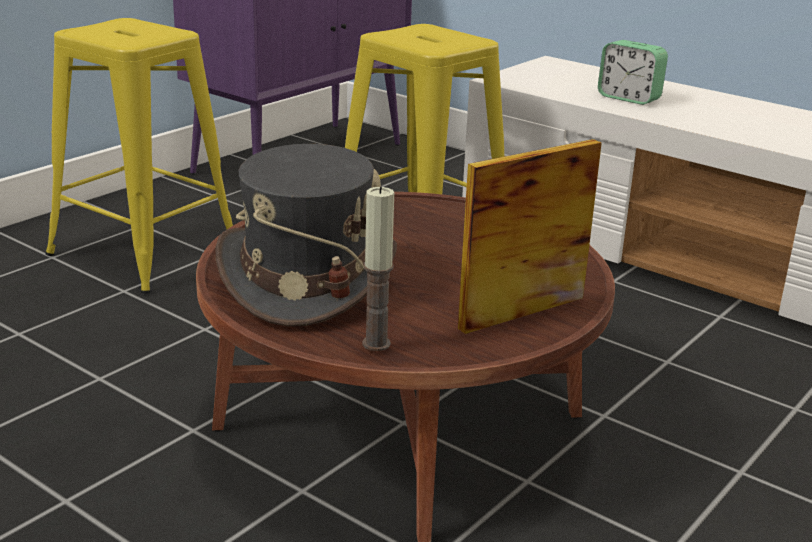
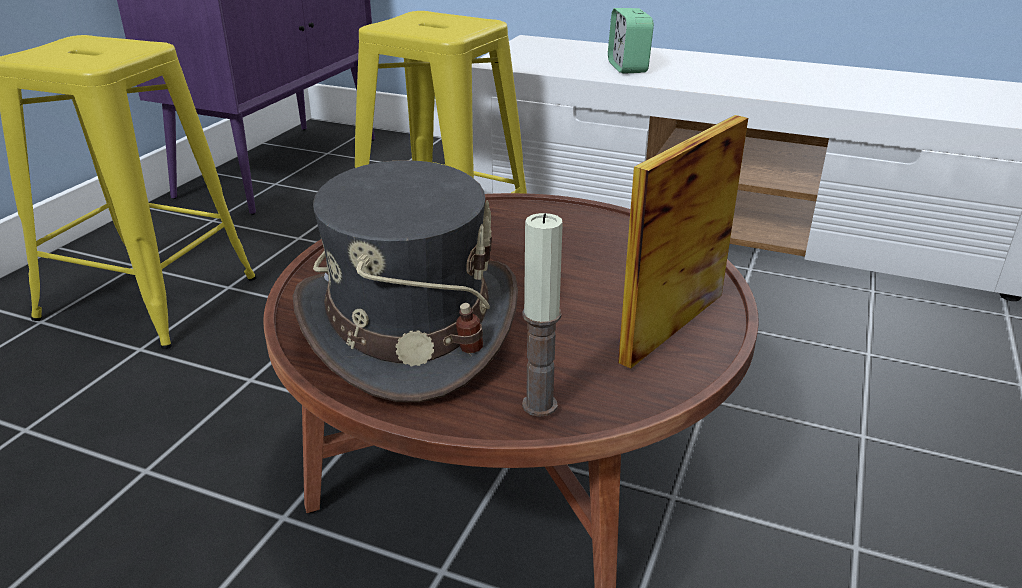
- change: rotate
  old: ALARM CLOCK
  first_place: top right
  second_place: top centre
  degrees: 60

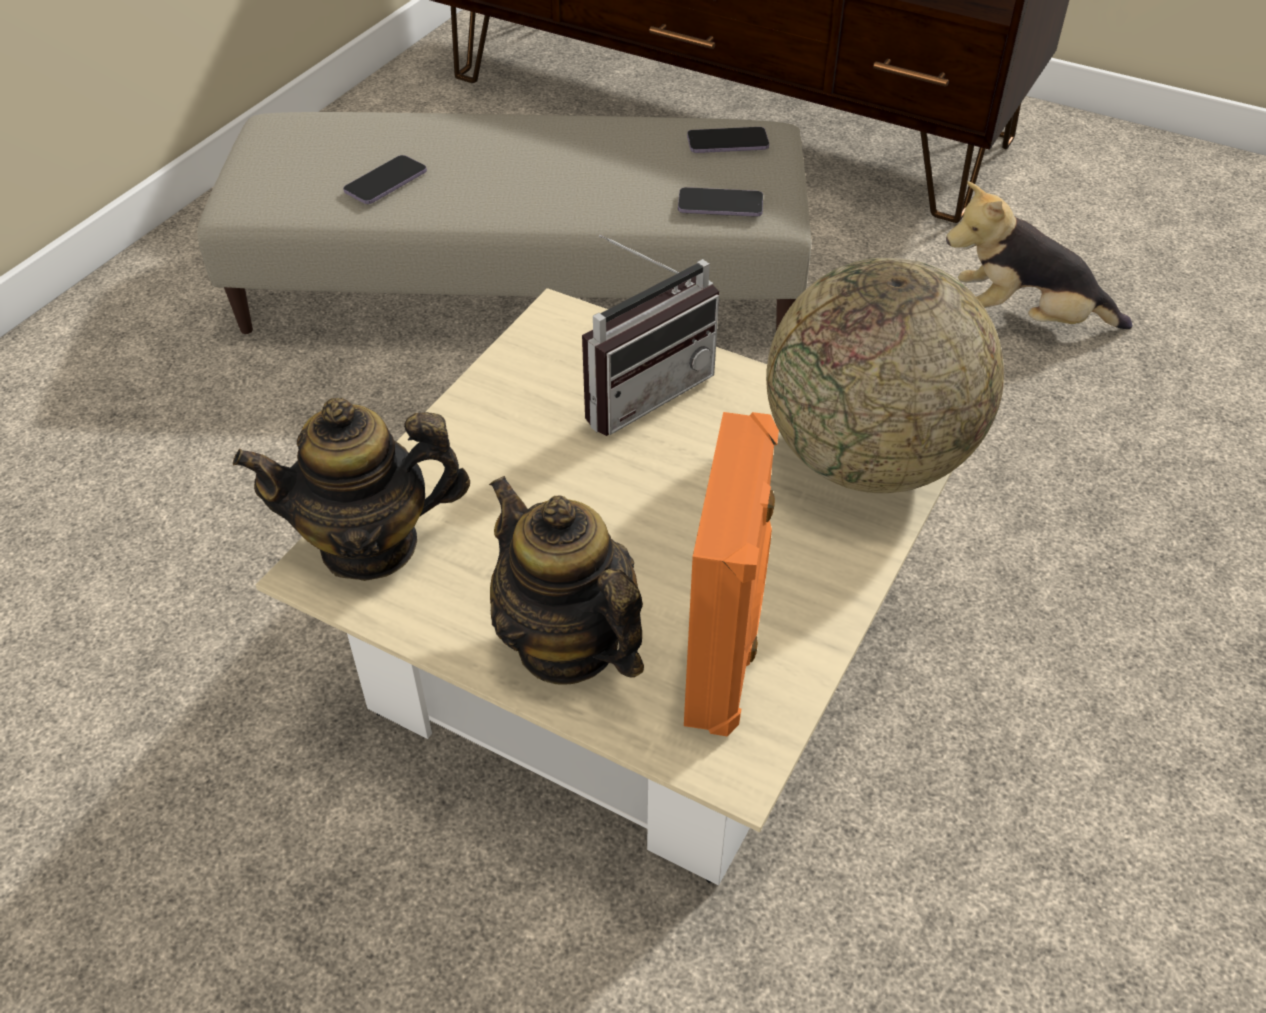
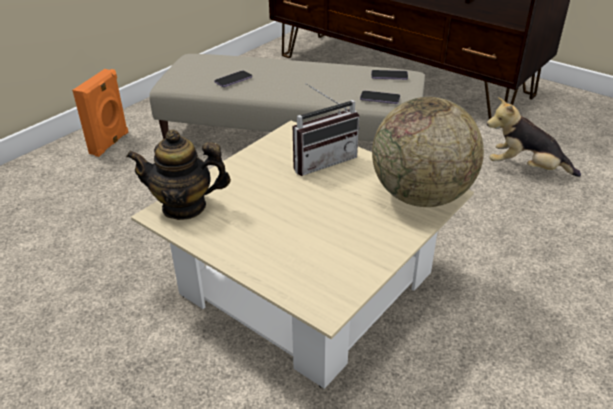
- change: move
  old: ORANGE SPEAKER
  first_place: centre
  second_place: top left
- change: delete
  old: TEAPOT (2nd from left)
  first_place: centre

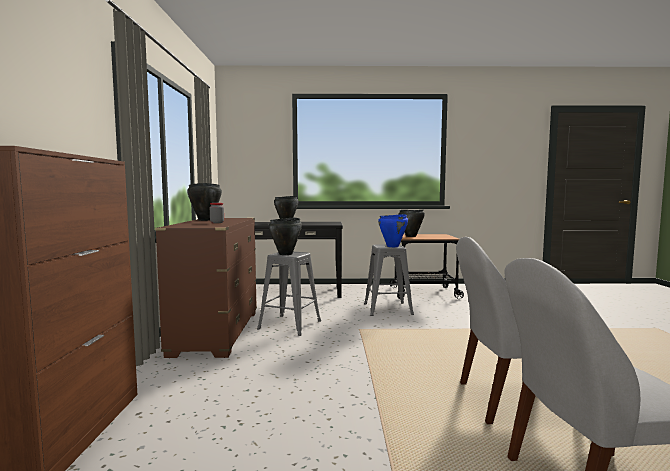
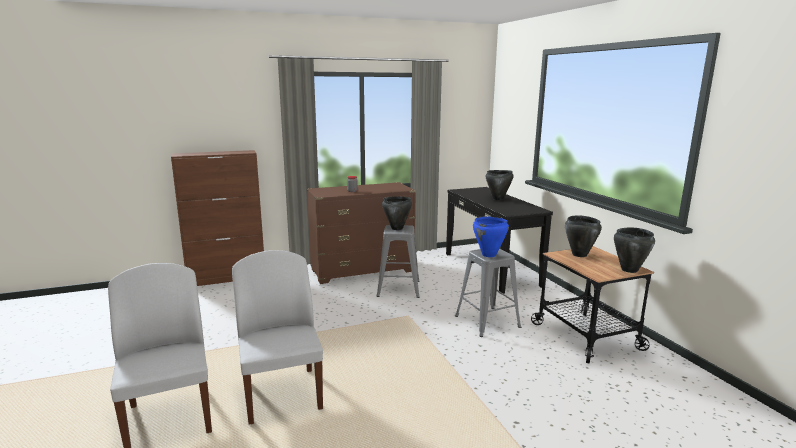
- change: move
  old: BLACK COOKING POT (1st from left in the first image)
  new: BLACK COOKING POT (4th from left)
  first_place: middle left
  second_place: middle right

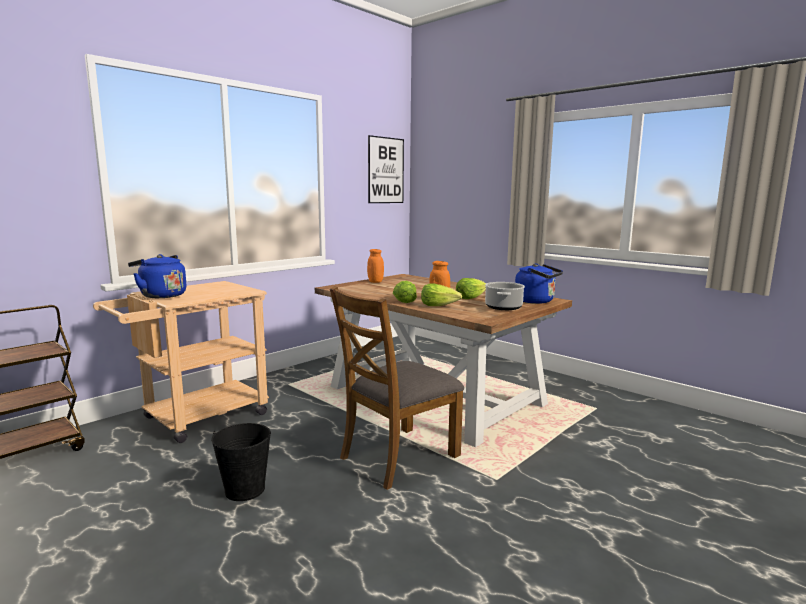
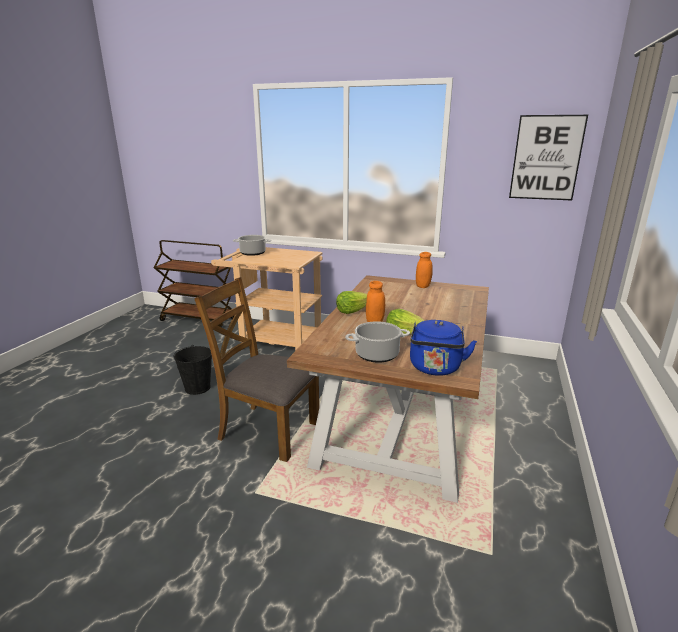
- change: replace
  old: BLUE KETTLE (1st from left)
  new: COOKING POT (1st from left)
  first_place: middle left
  second_place: centre
- change: delete
  old: LETTUCE (2nd from left)
  first_place: centre

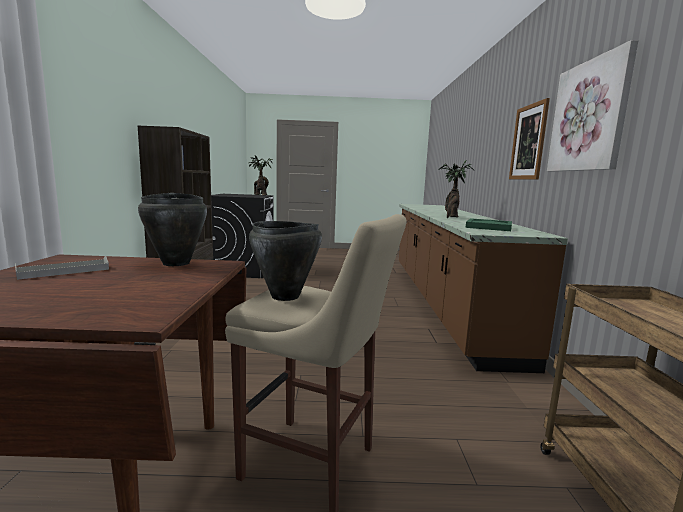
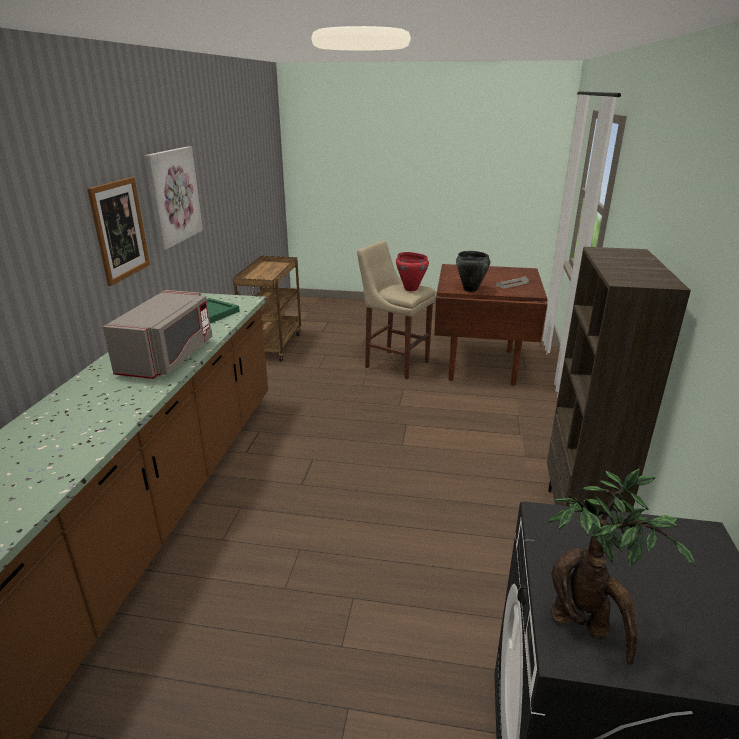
- change: replace
  old: POTTED PLANT (2nd from left)
  new: GREY MICROWAVE
  first_place: middle right
  second_place: middle left
- change: recolor
  old: BLACK COOKING POT (2nd from left)
  new: RED COOKING POT
  first_place: centre
  second_place: centre

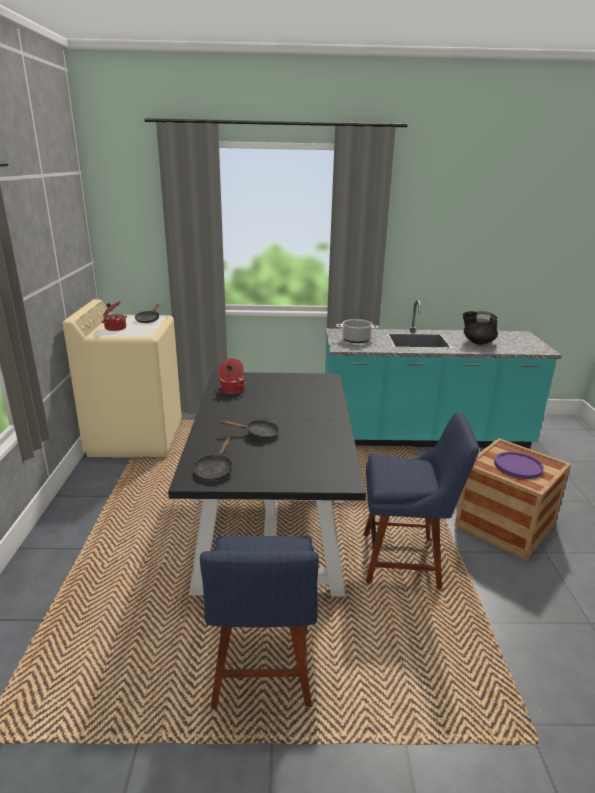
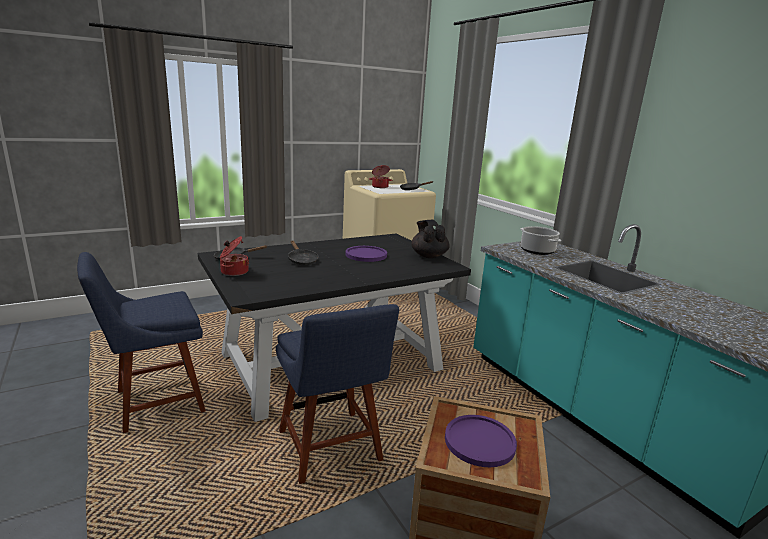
- change: move
  old: BLACK TEAPOT
  first_place: middle right
  second_place: centre
- change: move
  old: COOKING POT (2nd from left in the first image)
  new: COOKING POT (1st from left)
  first_place: centre
  second_place: middle left
- change: insert
  new: PURPLE PLATE (1st from left)
  second_place: centre

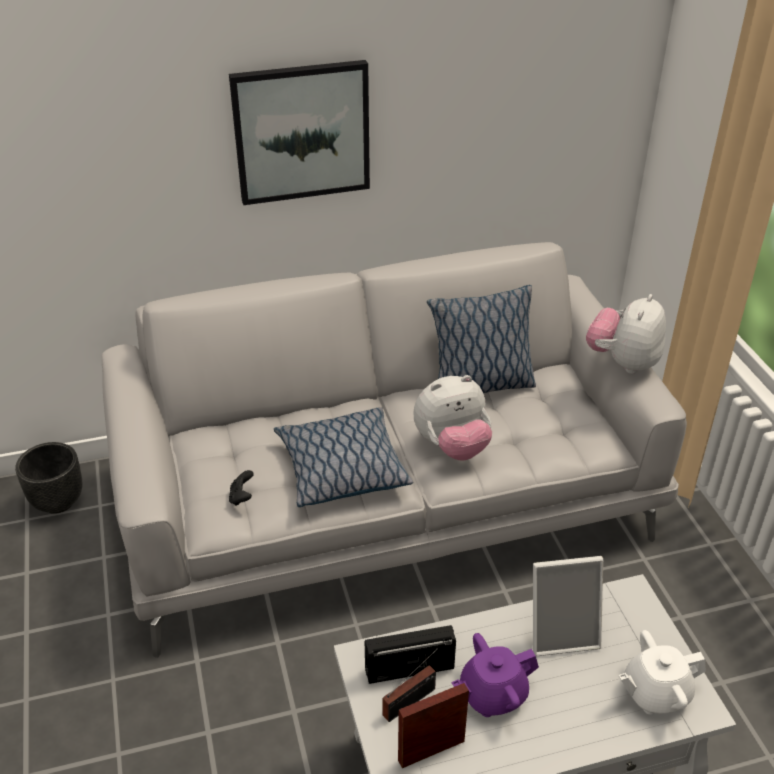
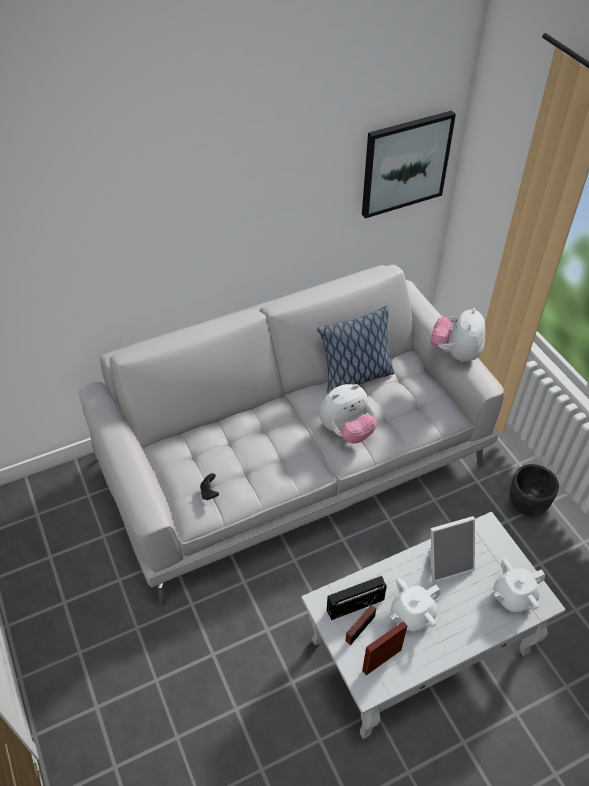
- change: move
  old: PICTURE
  first_place: top centre
  second_place: top right
- change: delete
  old: PILLOW (1st from left)
  first_place: centre
- change: move
  old: BLACK PLANTER
  first_place: middle left
  second_place: middle right
- change: recolor
  old: PURPLE TEAPOT
  new: WHITE TEAPOT (1st from left)
  first_place: bottom centre
  second_place: bottom right

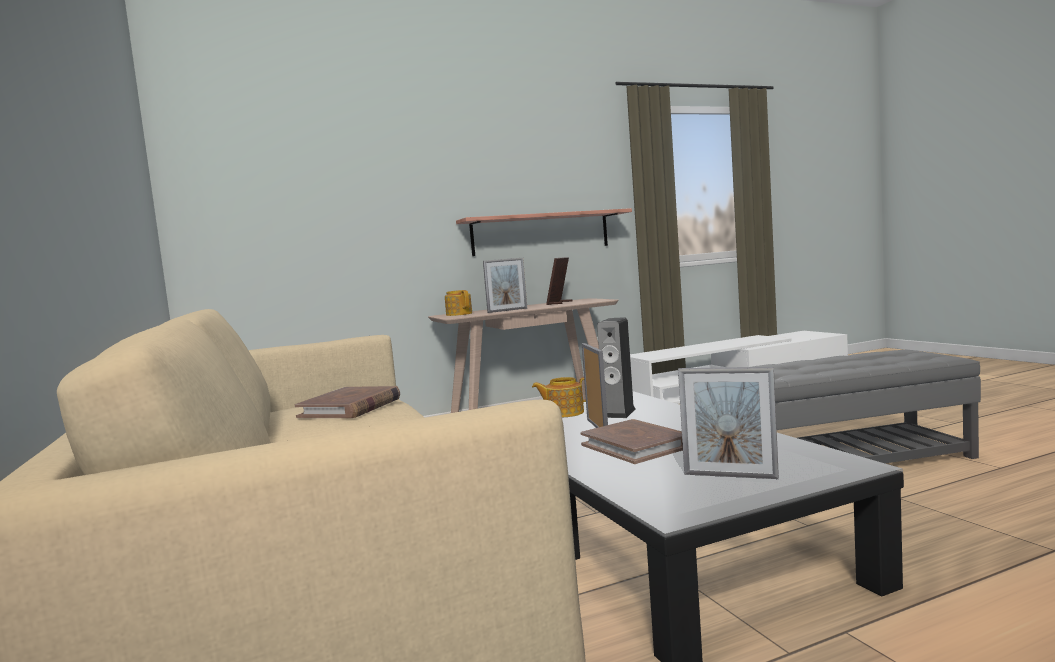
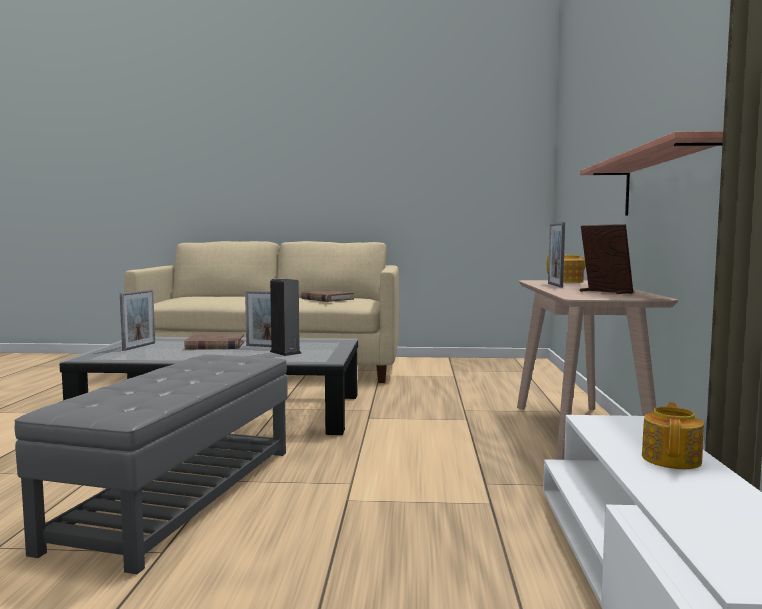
- change: rotate
  old: PICTURE FRAME (4th from left in the first image)
  first_place: middle right
  second_place: middle left
  degrees: 150
- change: move
  old: TEAPOT (2nd from left)
  first_place: centre
  second_place: bottom right

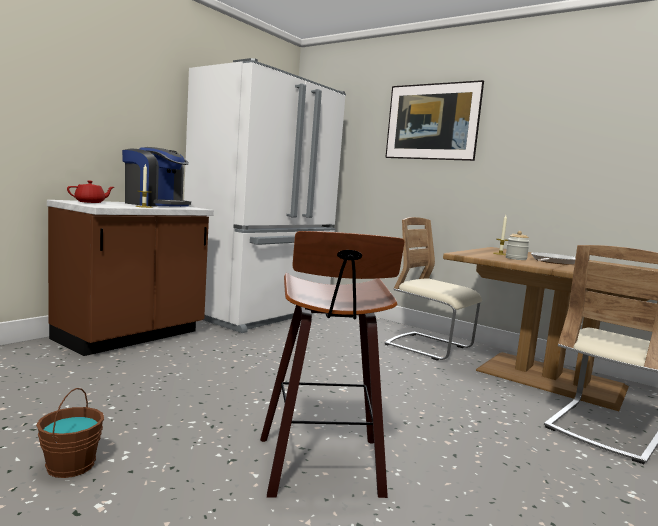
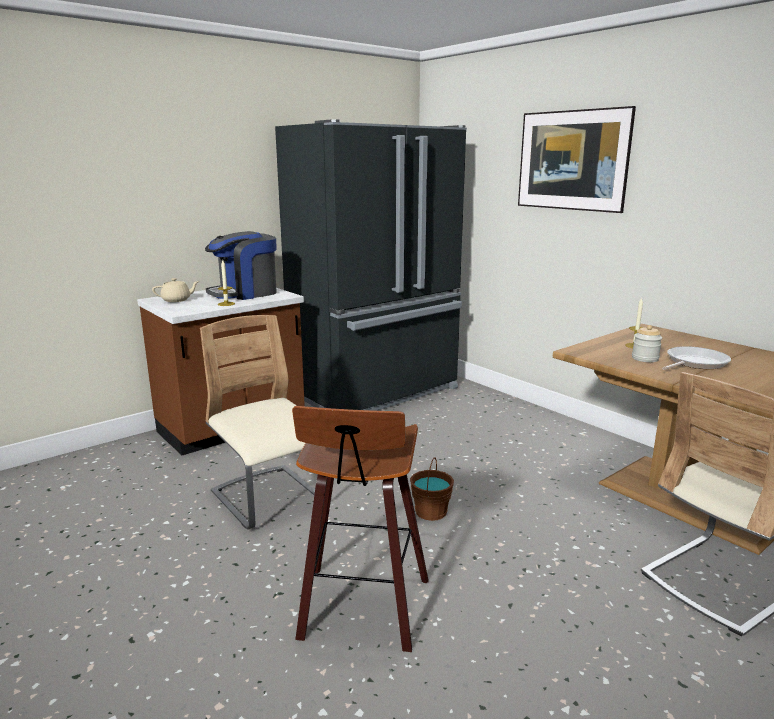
- change: recolor
  old: WHITE FRIDGE
  new: BLACK FRIDGE
  first_place: centre
  second_place: centre
- change: rotate
  old: COFFEE MACHINE
  first_place: middle left
  second_place: middle left
  degrees: 105
- change: recolor
  old: RED TEAPOT
  new: BEIGE TEAPOT
  first_place: middle left
  second_place: middle left
- change: move
  old: BEIGE CHAIR (1st from left)
  first_place: centre
  second_place: middle left
- change: move
  old: BROWN BUCKET
  first_place: bottom left
  second_place: bottom centre

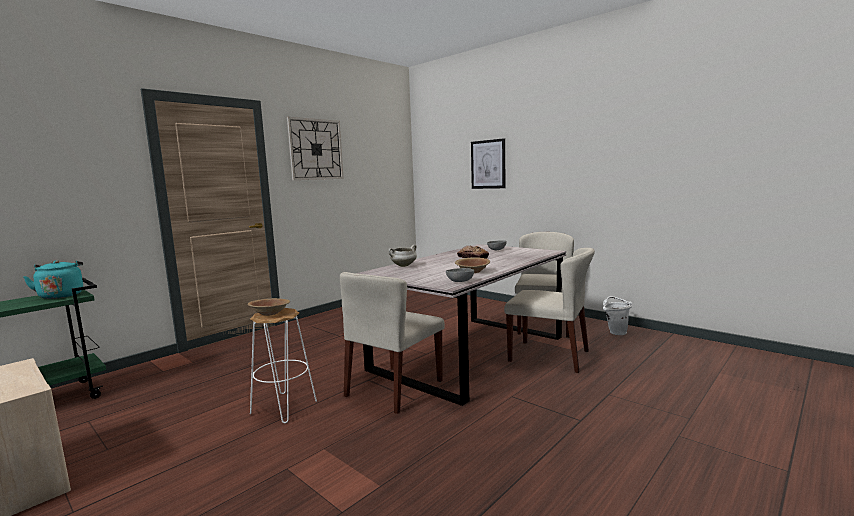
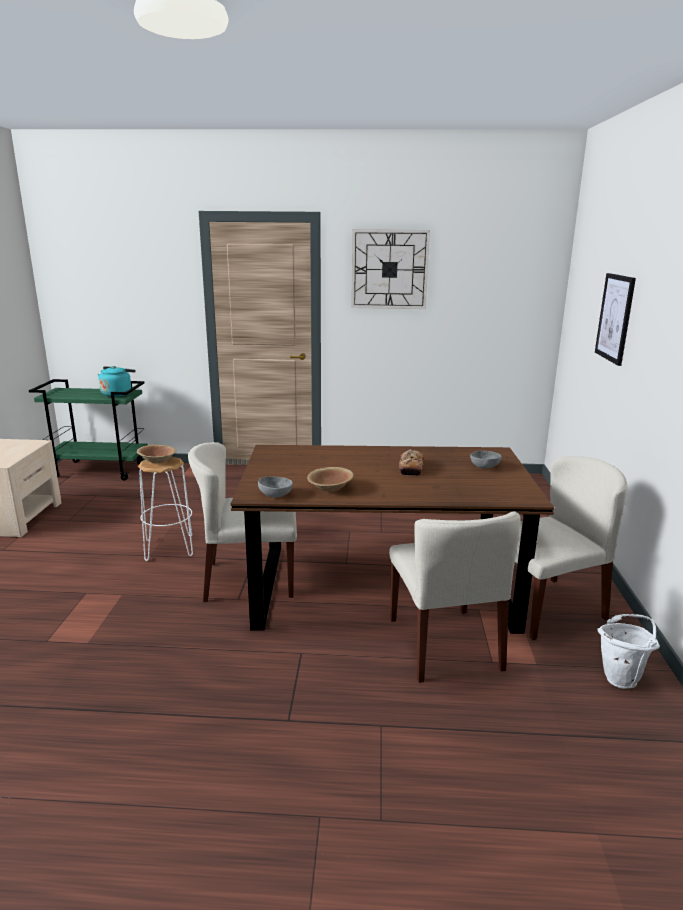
- change: recolor
  old: GREY DINING TABLE
  new: BROWN DINING TABLE
  first_place: centre
  second_place: centre
- change: delete
  old: WHITE COOKING POT
  first_place: centre

